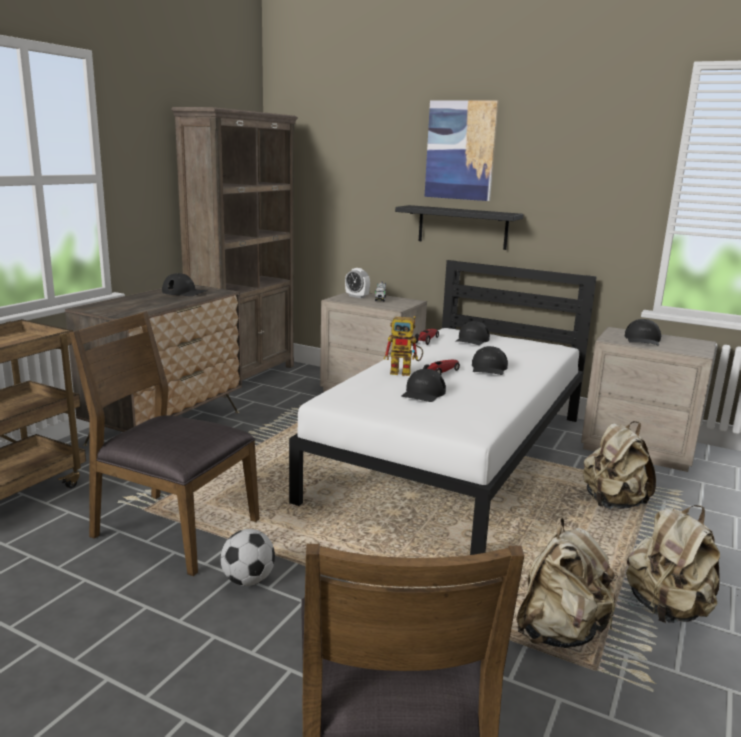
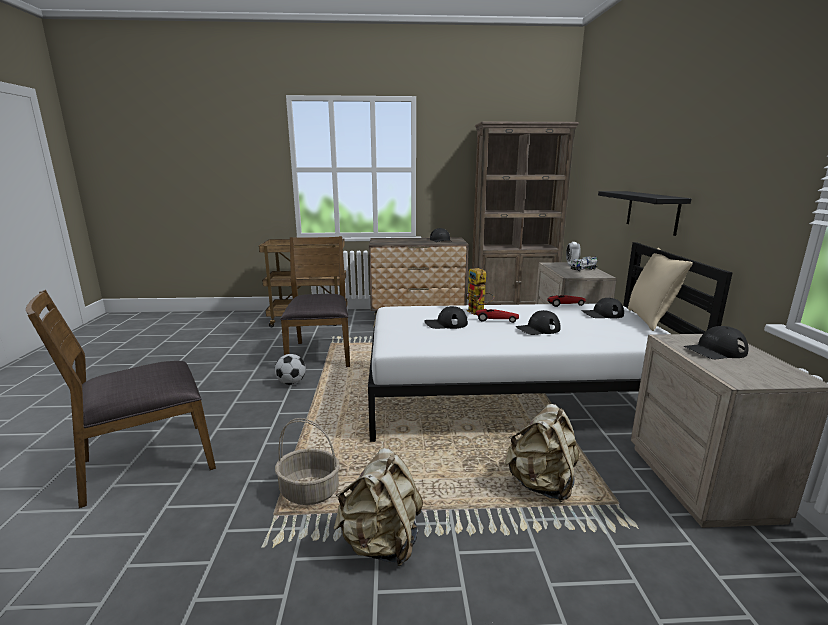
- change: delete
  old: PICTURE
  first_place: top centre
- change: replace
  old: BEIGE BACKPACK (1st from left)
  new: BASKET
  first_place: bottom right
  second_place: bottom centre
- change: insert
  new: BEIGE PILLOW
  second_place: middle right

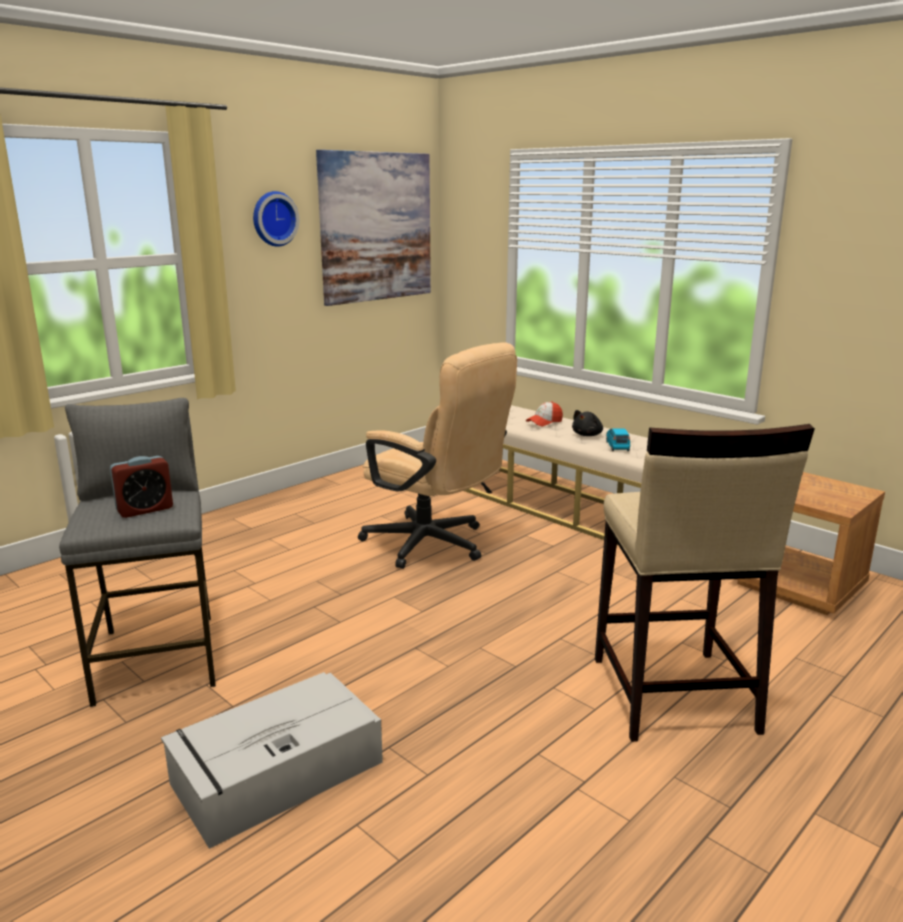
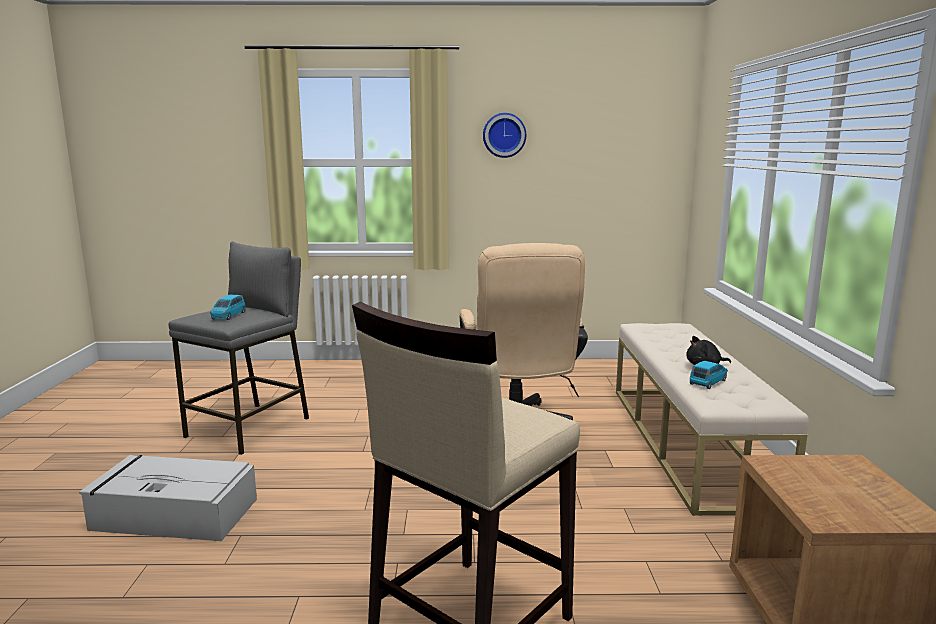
- change: delete
  old: PICTURE
  first_place: top centre
- change: delete
  old: CAP
  first_place: centre
- change: replace
  old: ALARM CLOCK
  new: BLUE TOY CAR (1st from left)
  first_place: middle left
  second_place: middle left

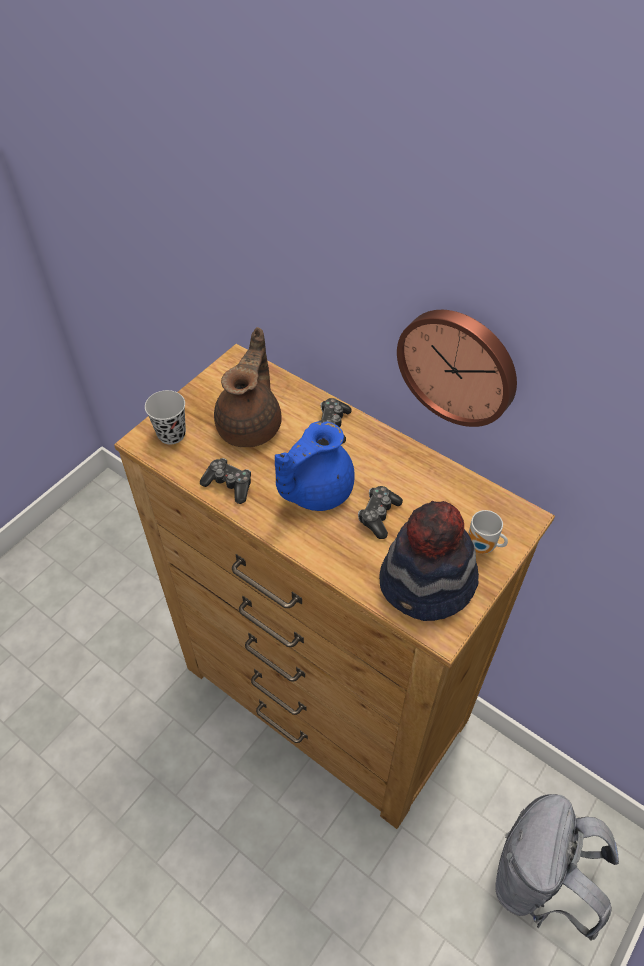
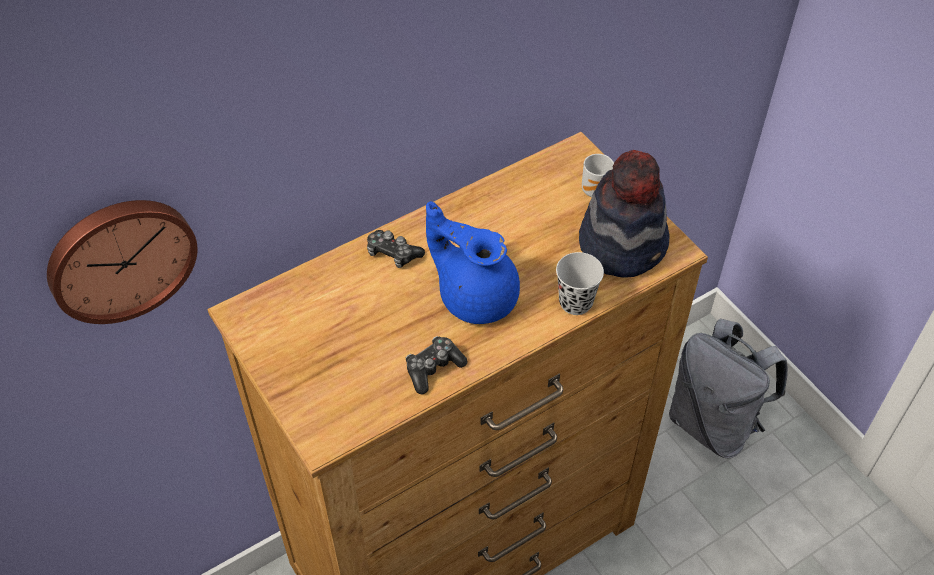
- change: move
  old: WALL CLOCK
  first_place: middle right
  second_place: middle left
- change: delete
  old: BROWN TEAPOT
  first_place: centre
- change: move
  old: BLACK CUP
  first_place: middle left
  second_place: centre
- change: rotate
  old: BLUE TEAPOT
  first_place: centre
  second_place: centre
  degrees: 150
- change: delete
  old: GAME CONTROLLER (3rd from left)
  first_place: centre

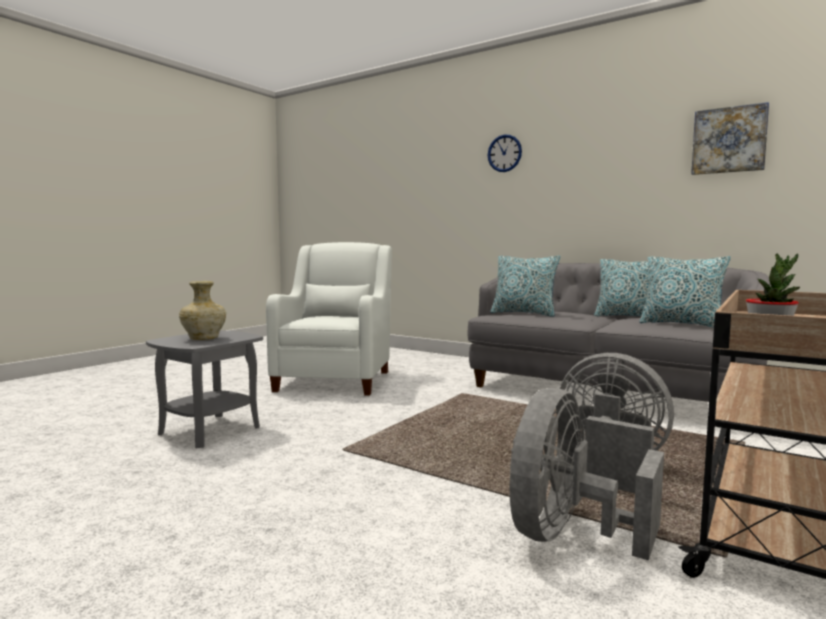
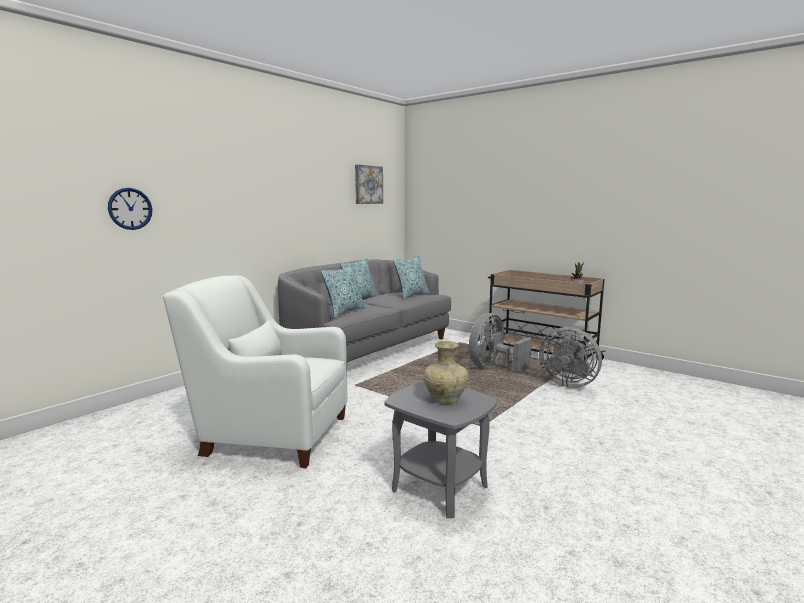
- change: move
  old: WALL CLOCK
  first_place: top centre
  second_place: middle left

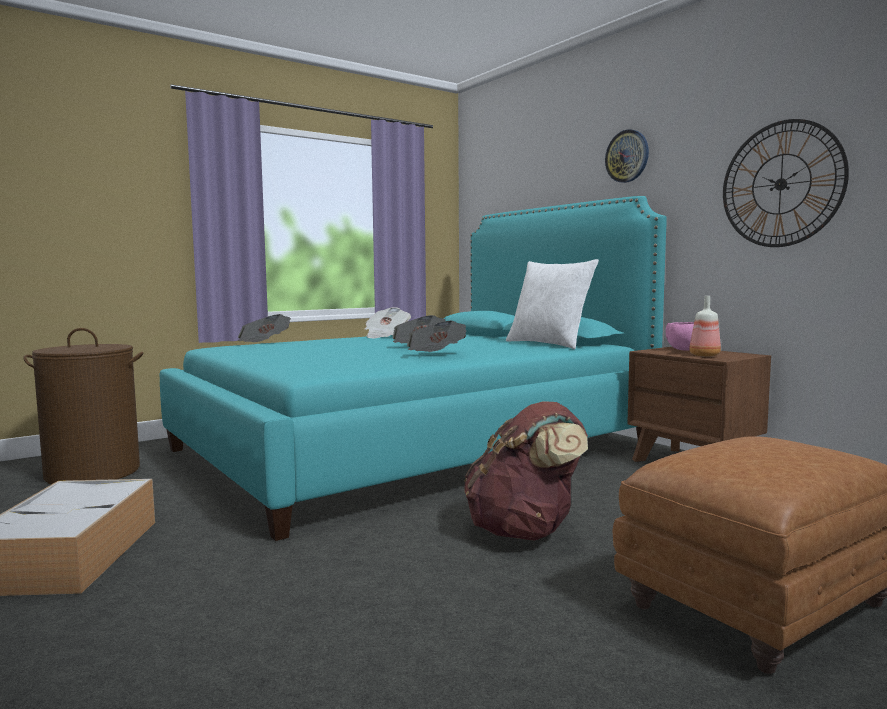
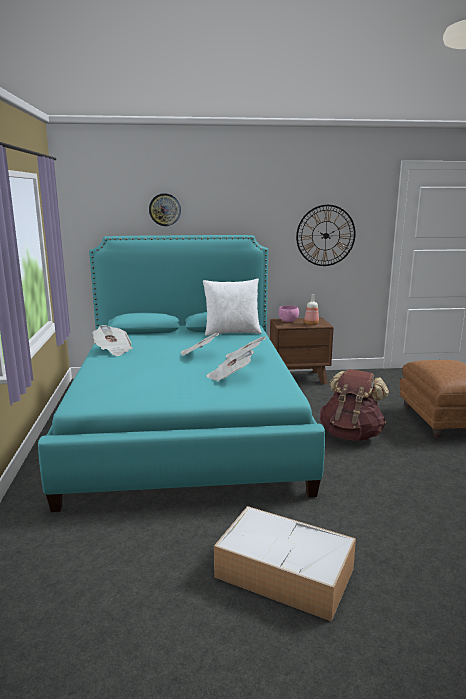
- change: move
  old: WALL CLOCK (1st from left)
  first_place: top right
  second_place: top centre
- change: move
  old: NEWSPAPER (1st from left in the first image)
  new: NEWSPAPER (3rd from left)
  first_place: middle left
  second_place: centre
- change: delete
  old: BROWN LAUNDRY BASKET
  first_place: middle left

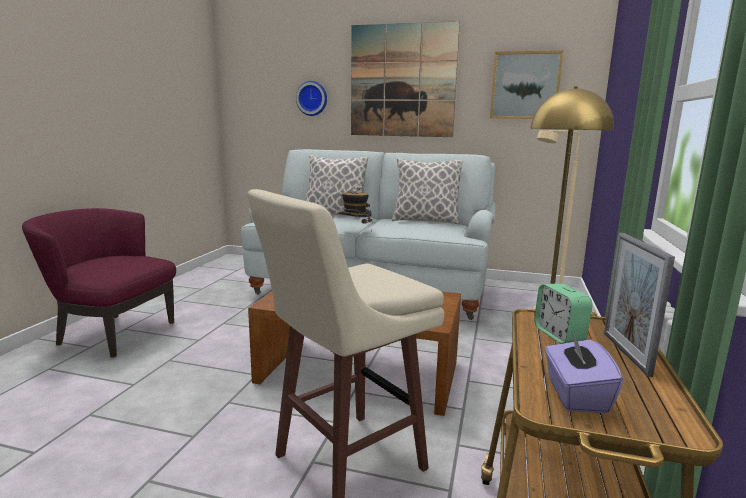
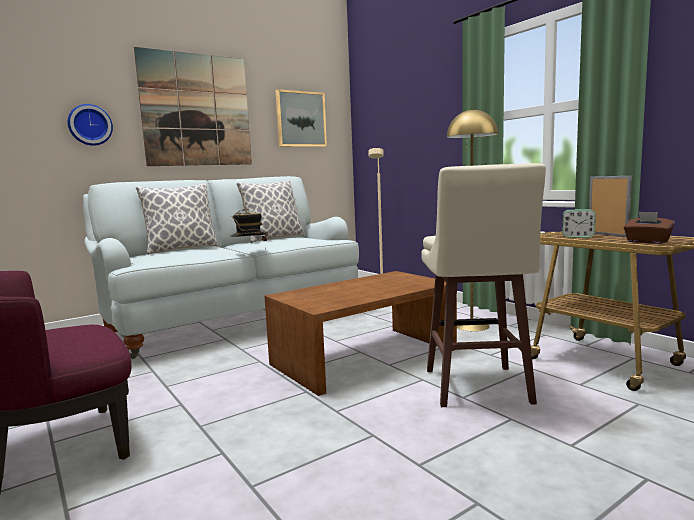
- change: rotate
  old: PICTURE FRAME
  first_place: middle right
  second_place: middle right
  degrees: -150
- change: recolor
  old: PURPLE TISSUE BOX
  new: BROWN TISSUE BOX
  first_place: bottom right
  second_place: middle right

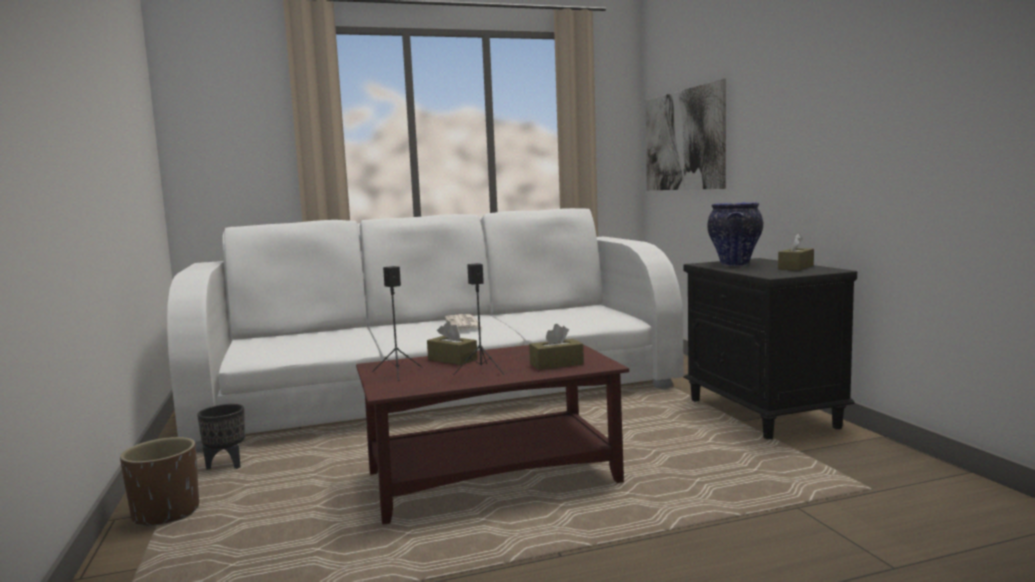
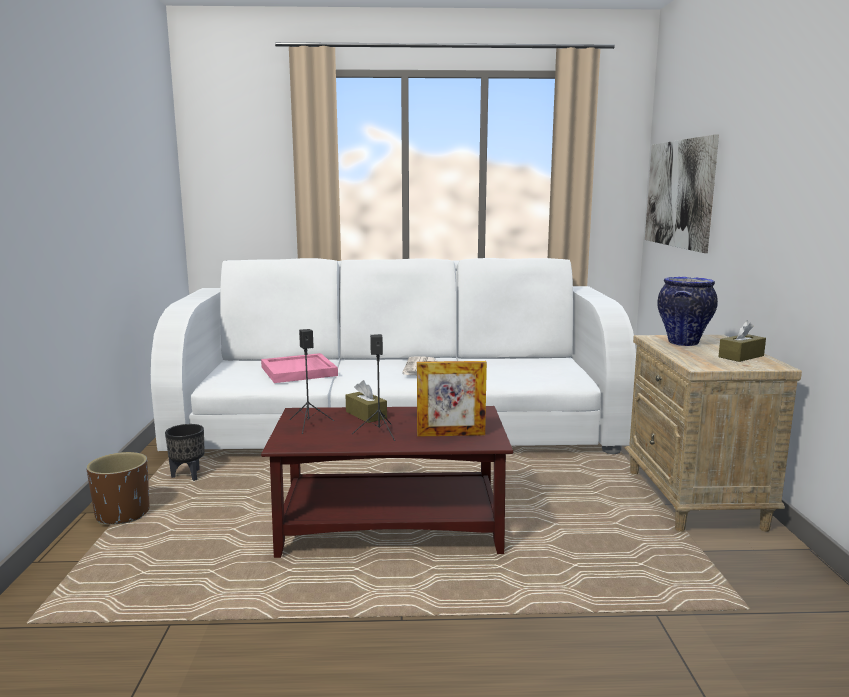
- change: recolor
  old: BLACK NIGHTSTAND
  new: BEIGE NIGHTSTAND
  first_place: middle right
  second_place: middle right
- change: replace
  old: BROWN TISSUE BOX (2nd from left)
  new: PICTURE FRAME
  first_place: centre
  second_place: centre
- change: insert
  new: PINK TRAY
  second_place: centre

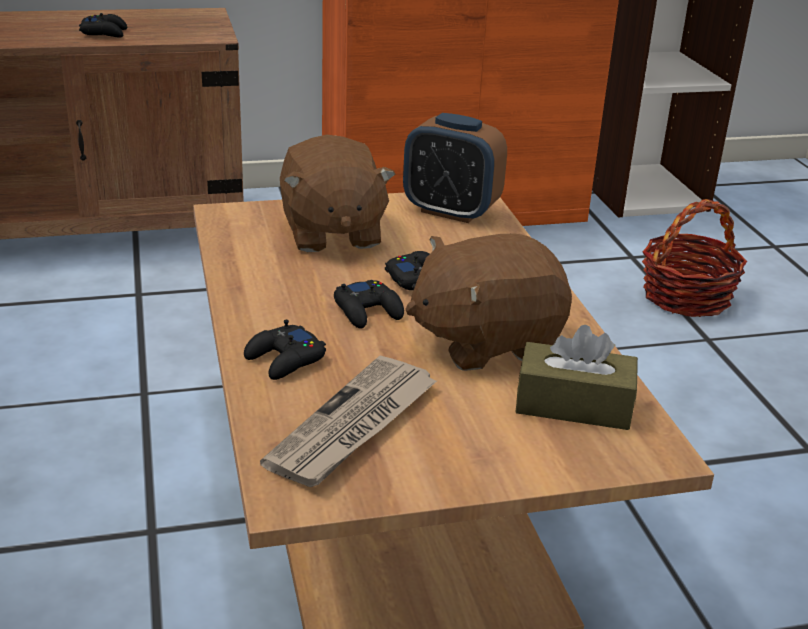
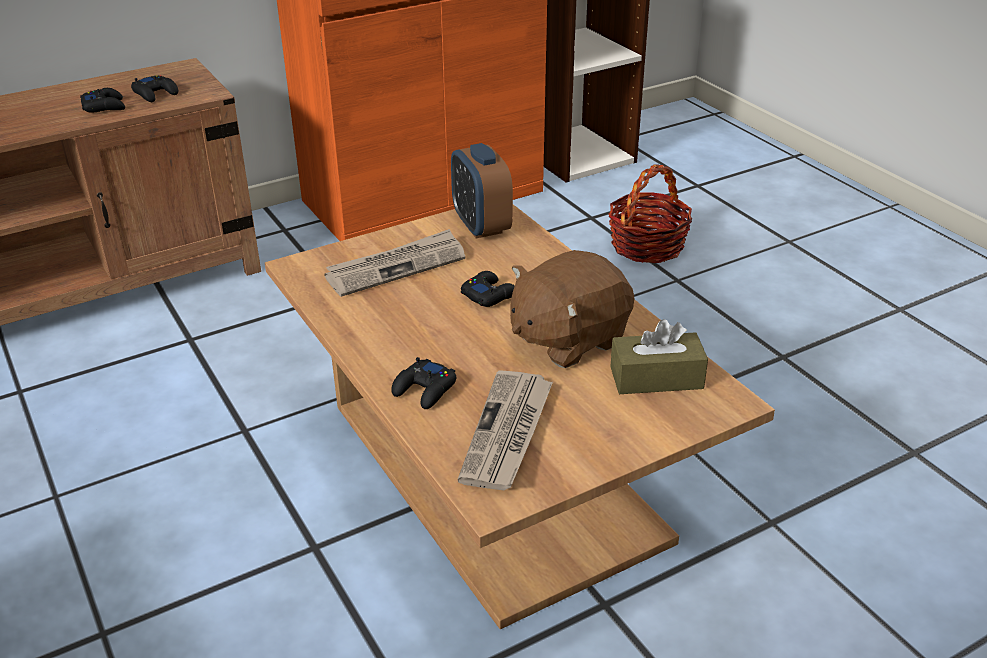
- change: rotate
  old: ALARM CLOCK
  first_place: top centre
  second_place: top centre
  degrees: 60
- change: replace
  old: BROWN PLUSH TOY (1st from left)
  new: NEWSPAPER (1st from left)
  first_place: top centre
  second_place: centre
- change: move
  old: BLACK GAME CONTROLLER (3rd from left in the first image)
  new: BLACK GAME CONTROLLER (2nd from left)
  first_place: centre
  second_place: top left

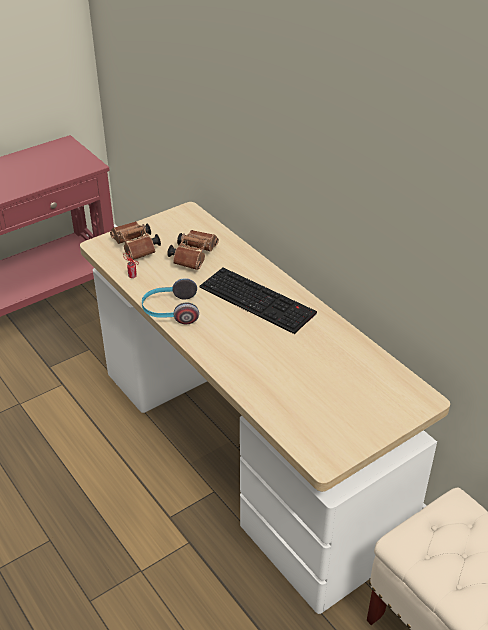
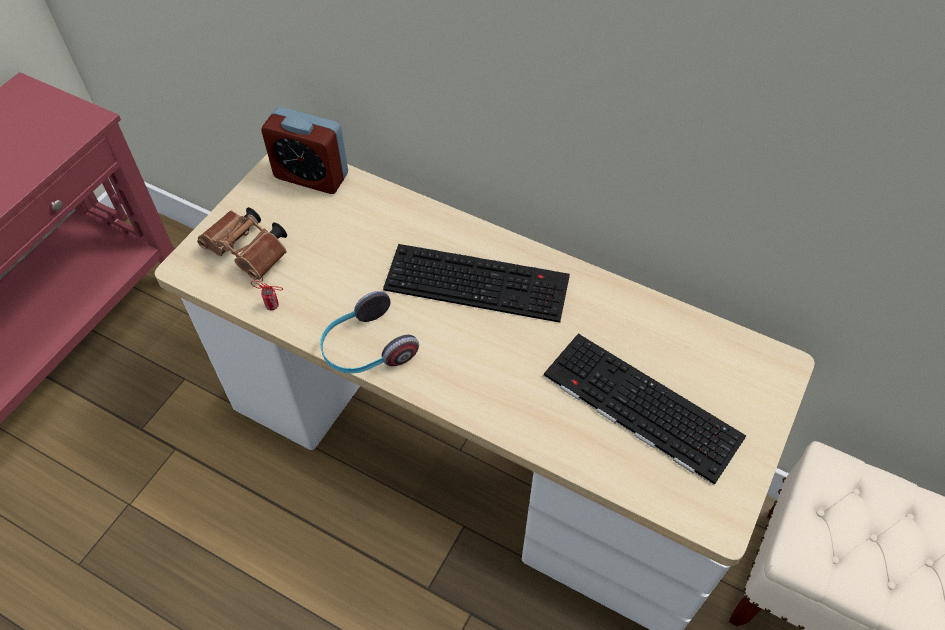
- change: delete
  old: BROWN BINOCULARS (2nd from left)
  first_place: centre
- change: insert
  new: ALARM CLOCK
  second_place: top left
- change: insert
  new: KEYBOARD (2nd from left)
  second_place: middle right

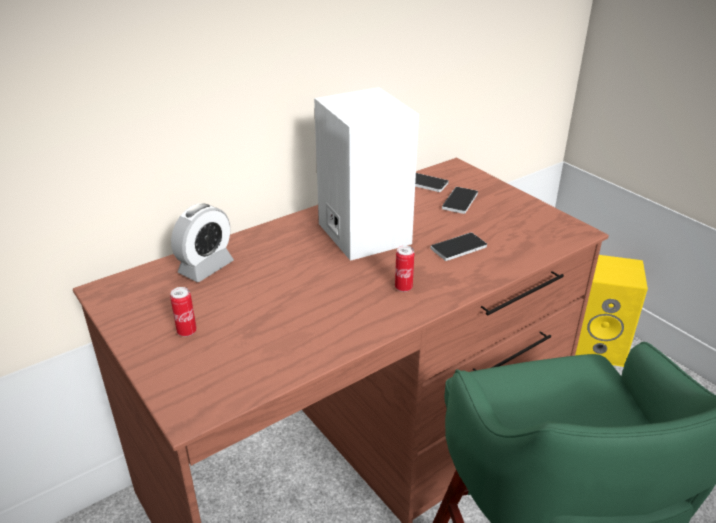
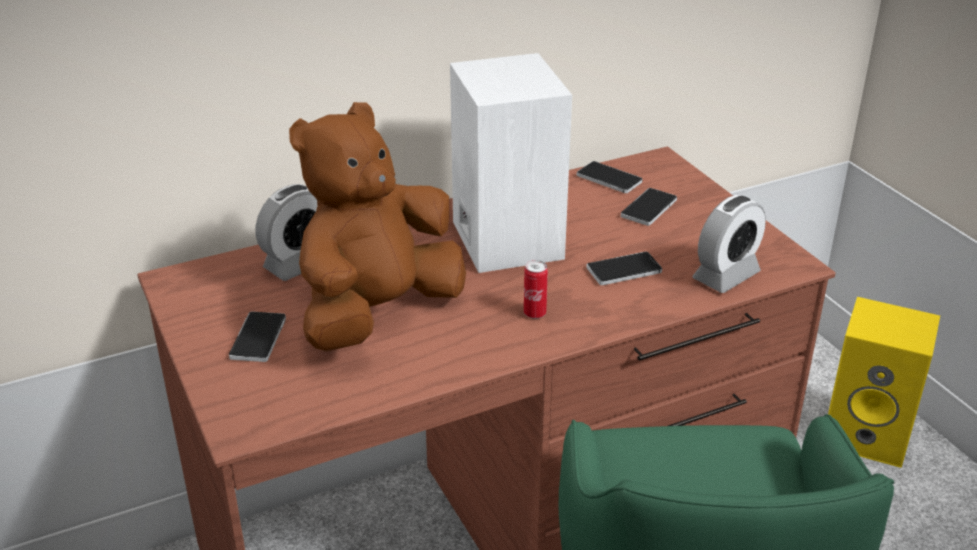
- change: replace
  old: CAN (1st from left)
  new: PHONE (1st from left)
  first_place: middle left
  second_place: middle left
- change: insert
  new: BROWN PLUSH TOY
  second_place: centre
- change: insert
  new: ALARM CLOCK (2nd from left)
  second_place: middle right

